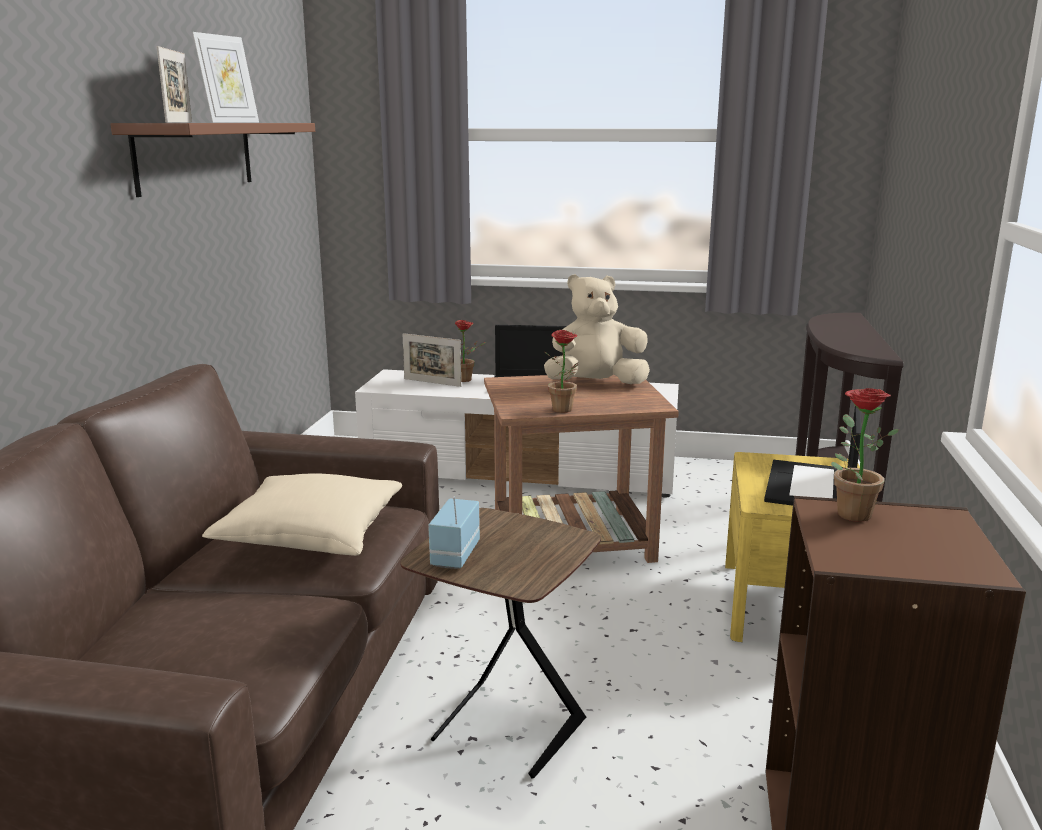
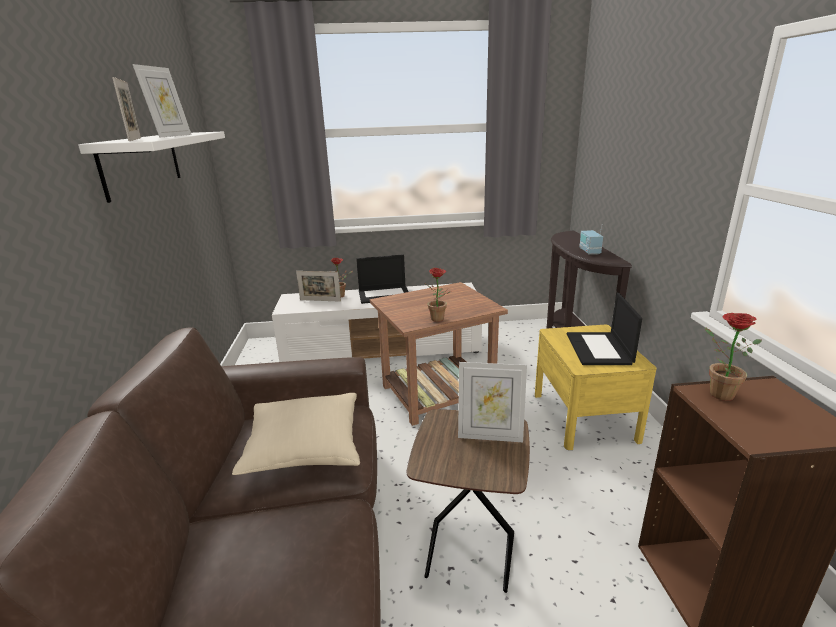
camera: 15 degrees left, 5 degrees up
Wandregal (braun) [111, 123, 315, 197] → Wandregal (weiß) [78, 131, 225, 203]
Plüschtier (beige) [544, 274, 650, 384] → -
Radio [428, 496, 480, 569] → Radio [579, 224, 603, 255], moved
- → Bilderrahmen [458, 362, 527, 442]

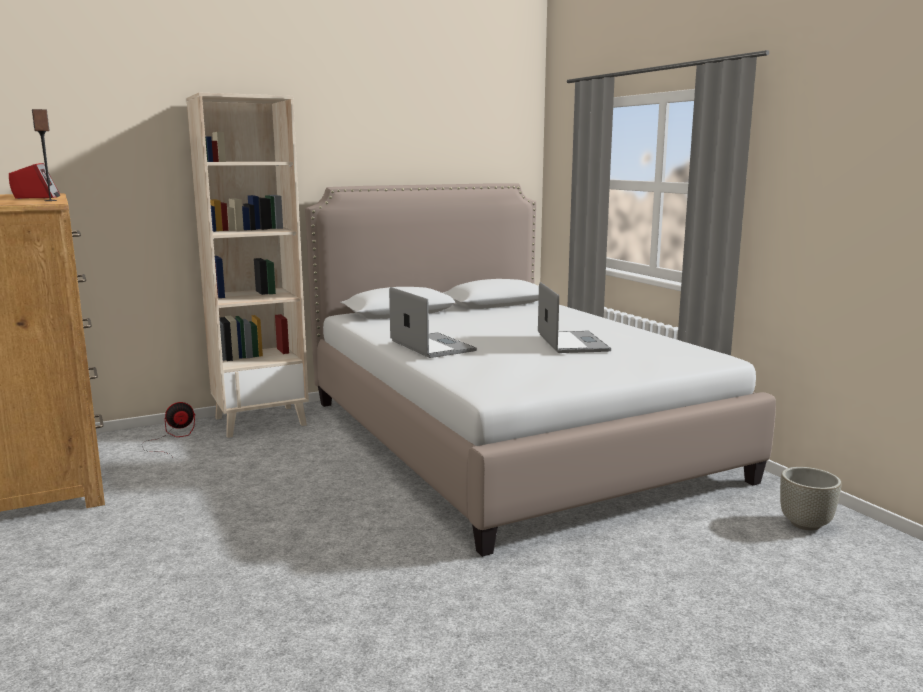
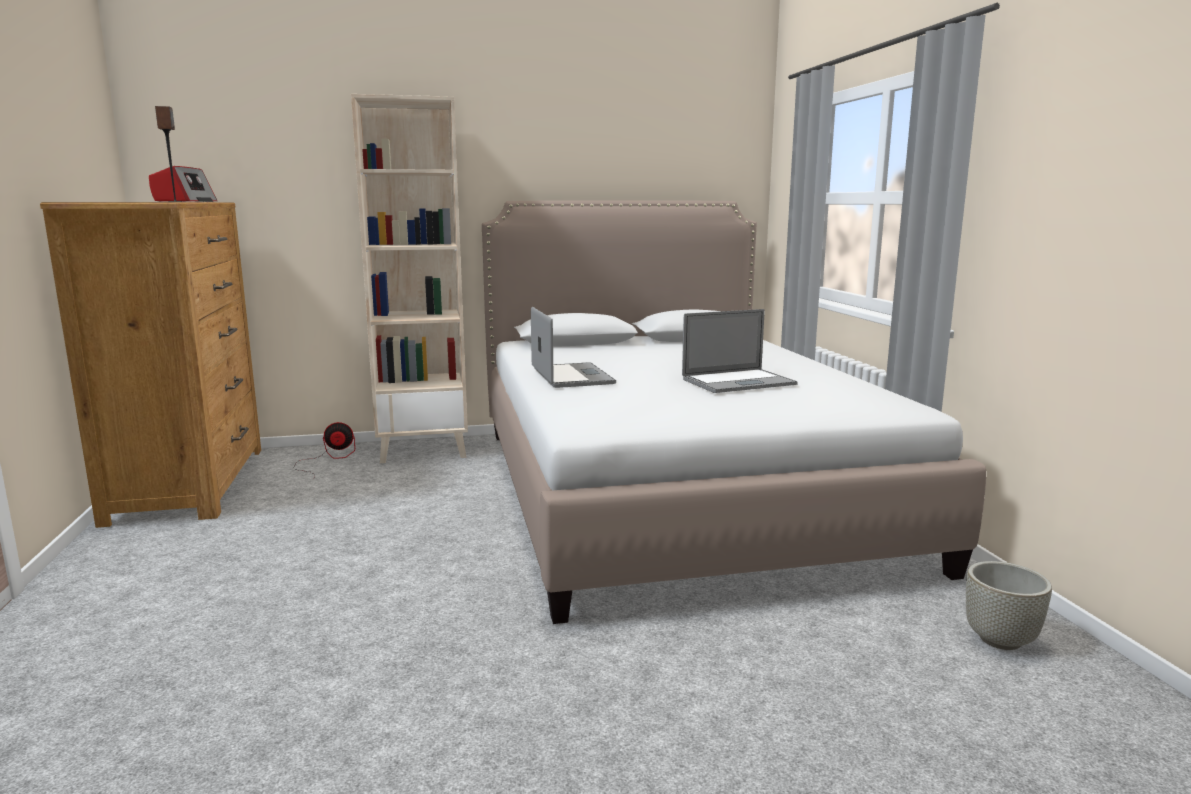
camera: 15 degrees right, 0 degrees up
Laptop [538, 282, 611, 353] → Laptop [682, 309, 798, 393], 60 degrees clockwise

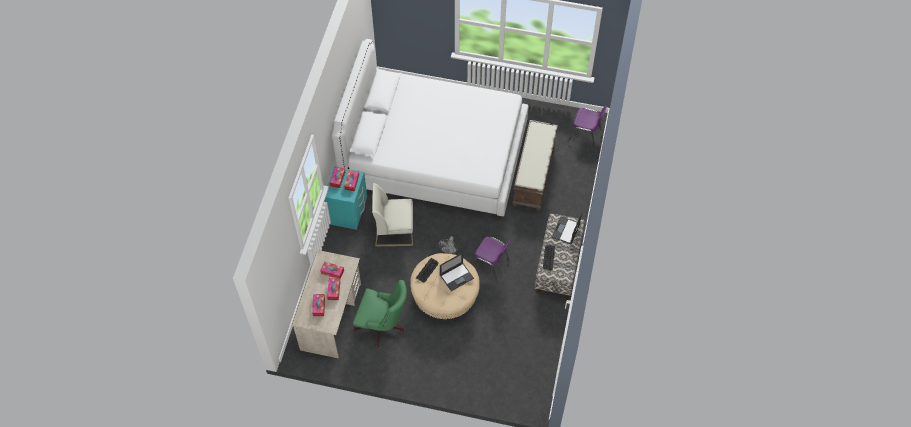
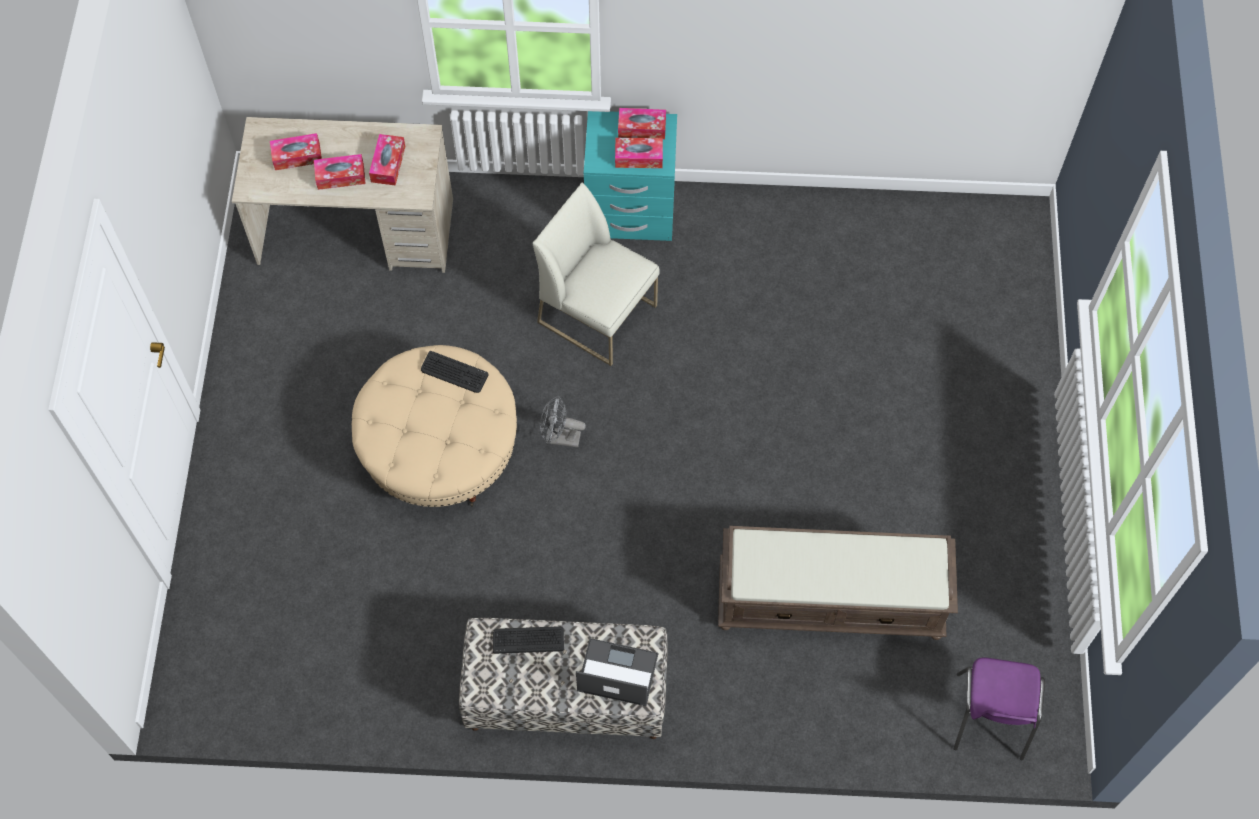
camera: 80 degrees right, 5 degrees up
Bett (weiß) [332, 39, 528, 219] → -
Stuhl (weiß) [372, 183, 413, 246] → Stuhl (weiß) [533, 183, 660, 366], 45 degrees counterclockwise
Stuhl (lila) [472, 237, 510, 282] → -
Laptop [440, 253, 474, 291] → -
Bürostuhl (grün) [353, 280, 407, 348] → -

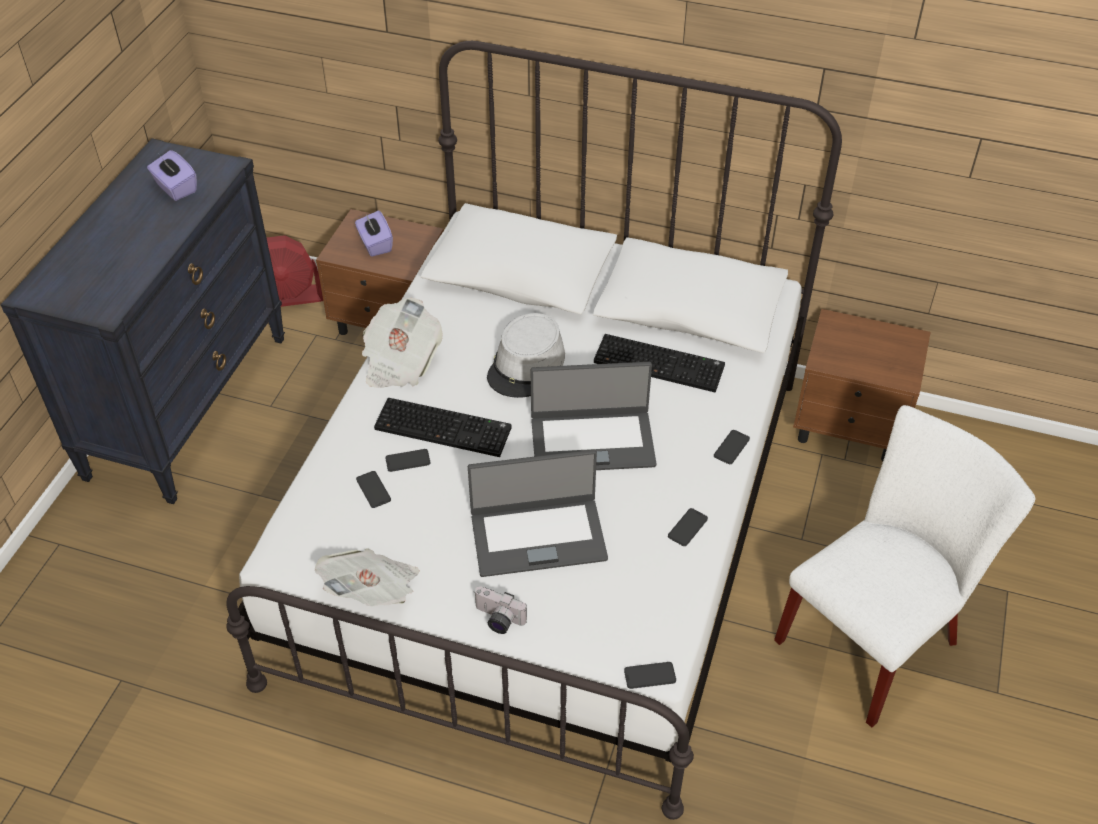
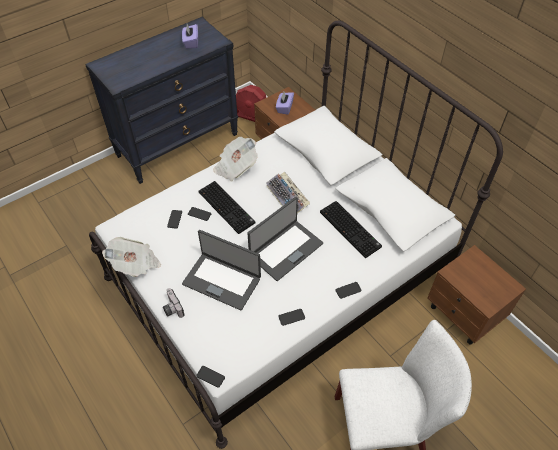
camera: 35 degrees right, 5 degrees up
Hut (grau) [487, 313, 565, 398] → Tastatur [266, 172, 310, 213]
Laptop [530, 362, 656, 470] → Laptop [247, 197, 323, 281], 75 degrees counterclockwise

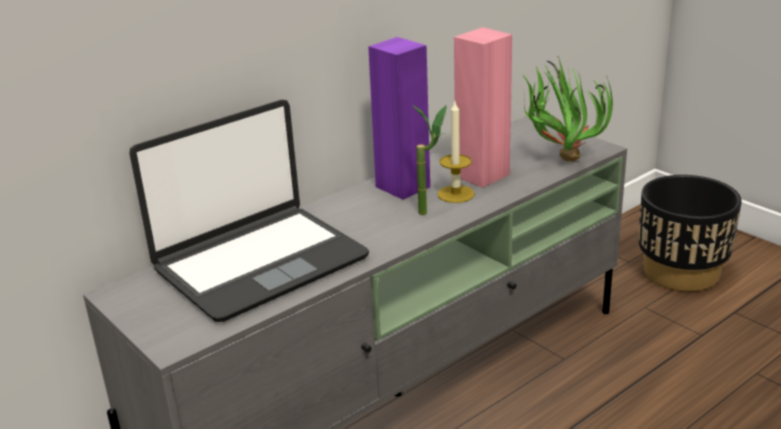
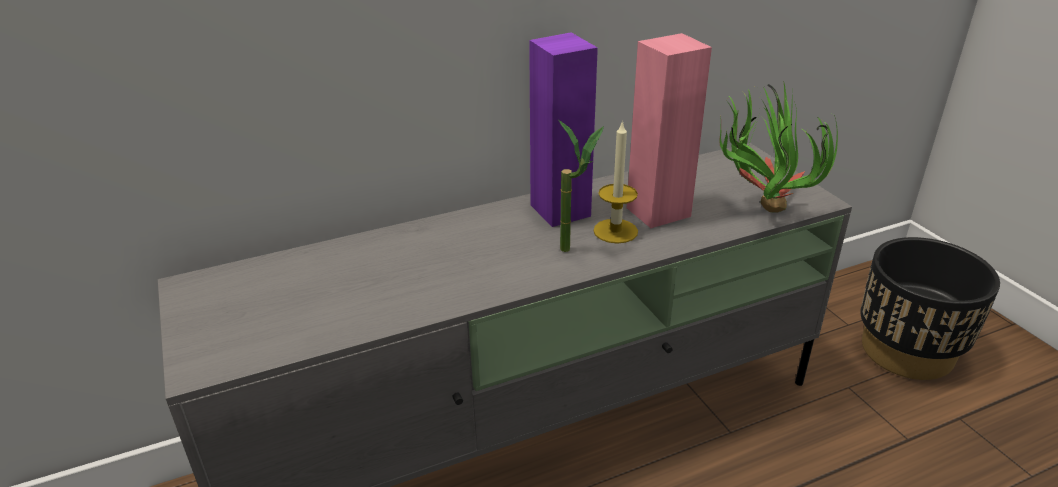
camera: 15 degrees right, 5 degrees up
Laptop [130, 100, 369, 322] → -

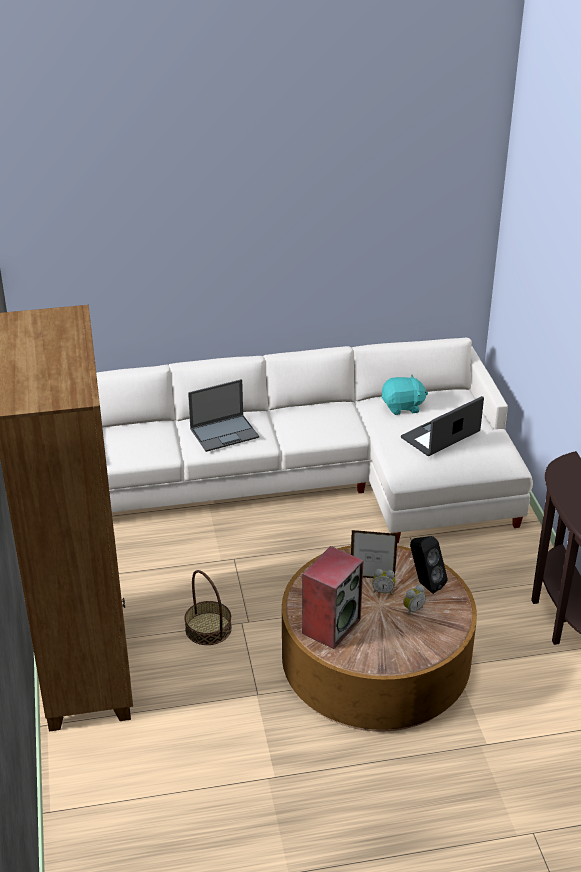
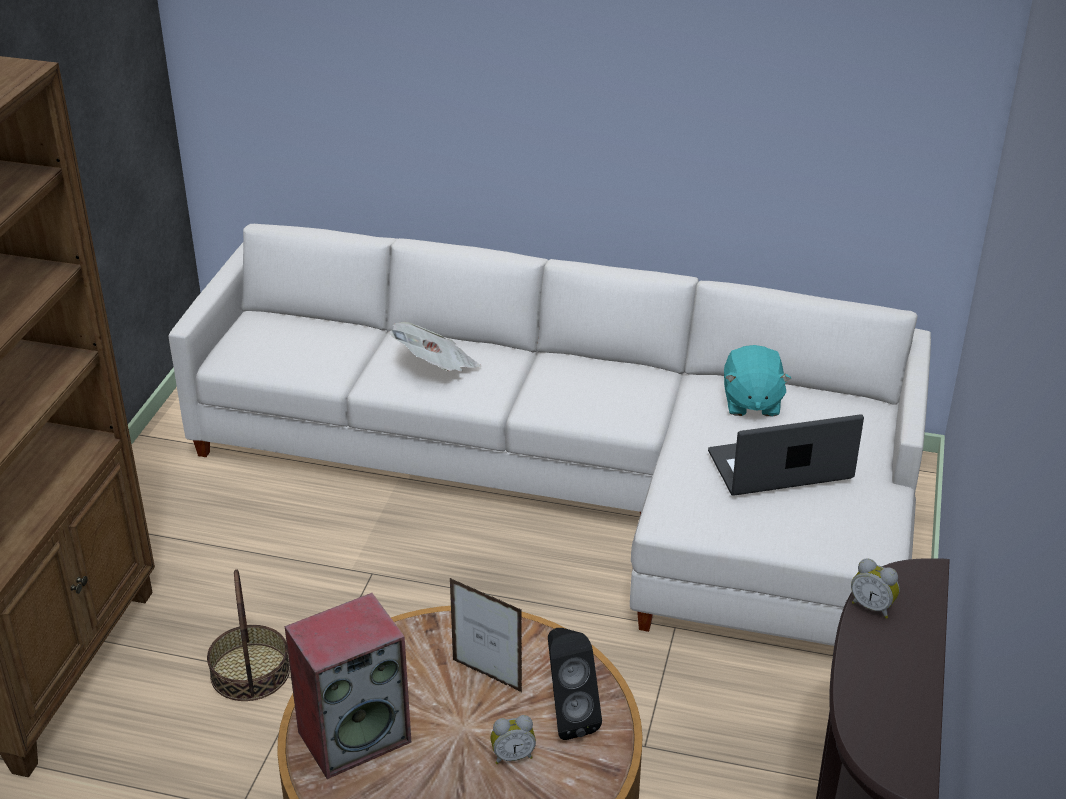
camera: 25 degrees right, 0 degrees up
Plüschtier (türkis) [381, 374, 428, 415] → Plüschtier (türkis) [724, 345, 792, 416], 75 degrees clockwise
Laptop [188, 379, 259, 452] → Zeitung [388, 322, 481, 372]
Wecker [372, 569, 395, 595] → Wecker [851, 559, 899, 619], moved

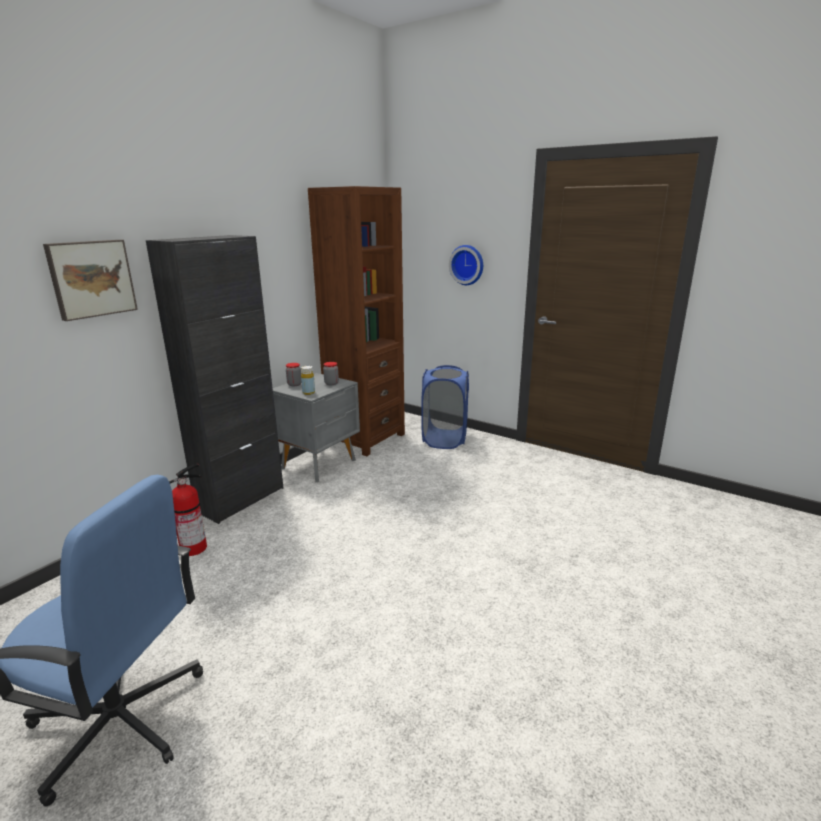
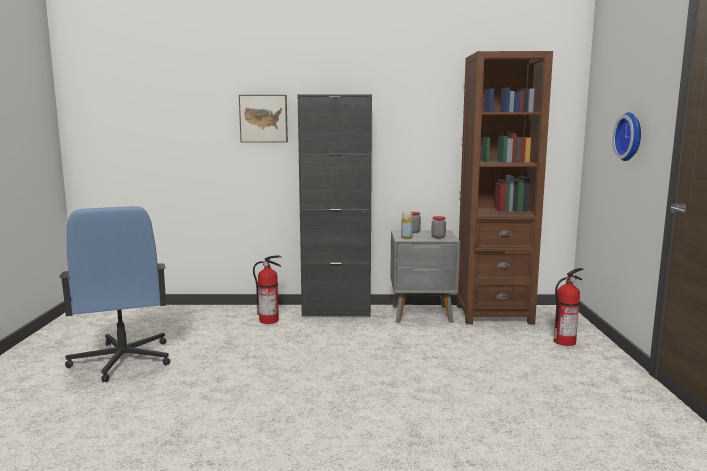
camera: 55 degrees right, 10 degrees down
Wäschekorb (blau) [421, 365, 469, 449] → Feuerlöscher [554, 268, 584, 346]

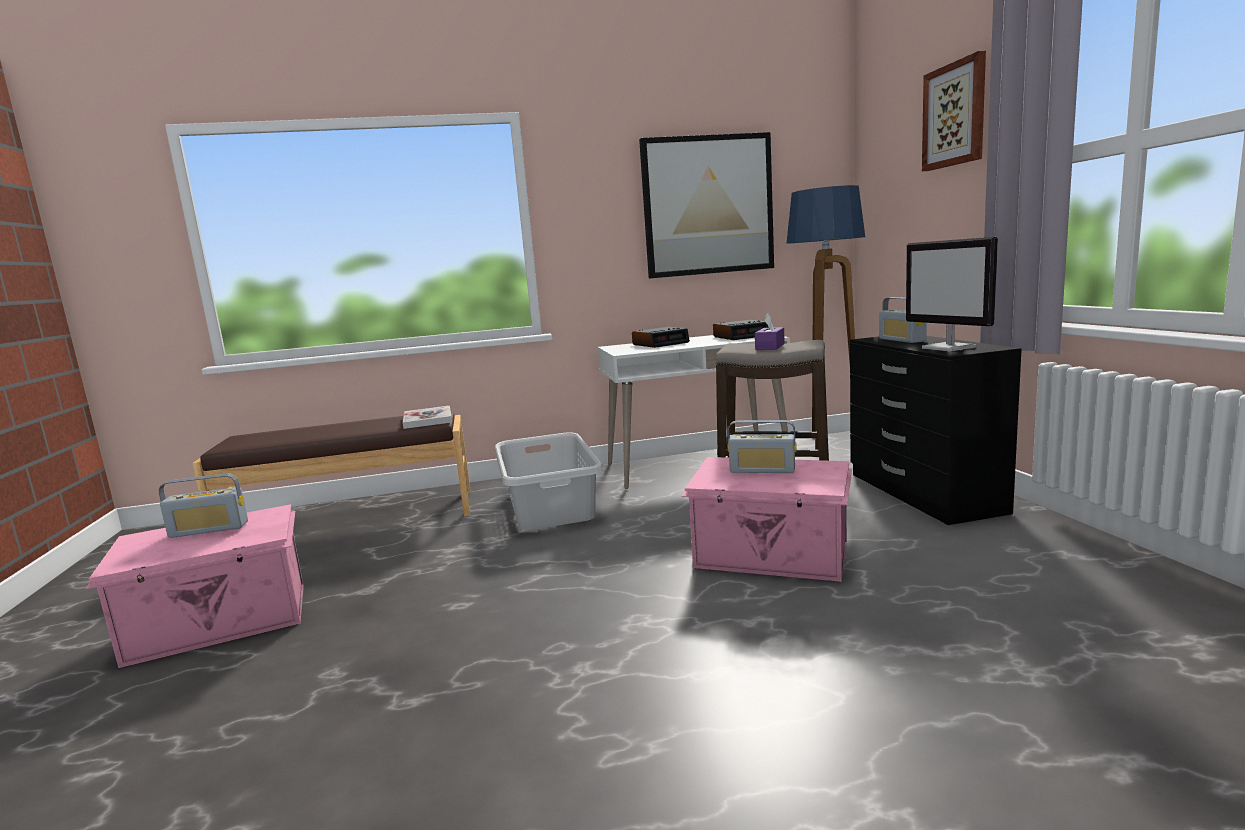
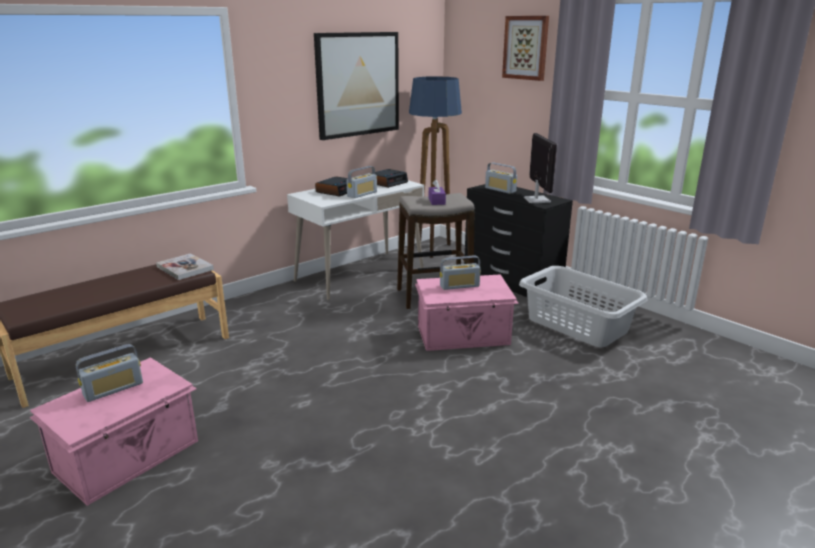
camera: 30 degrees left, 10 degrees up
Monitor [906, 237, 998, 352] → Monitor [524, 133, 557, 203], 135 degrees counterclockwise
Wäschekorb (grau) [495, 432, 604, 530] → Wäschekorb (grau) [519, 266, 647, 347], moved
- → Radio [346, 166, 377, 198]

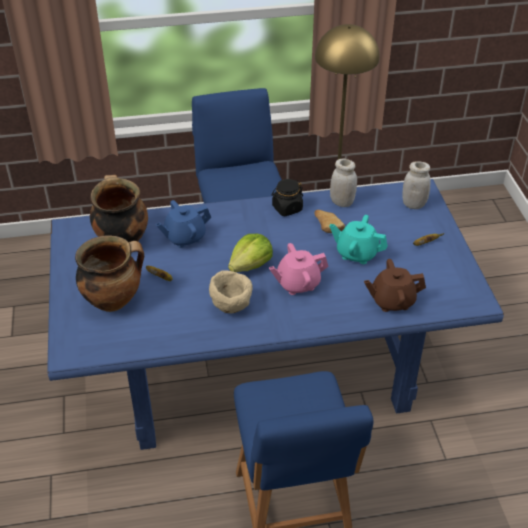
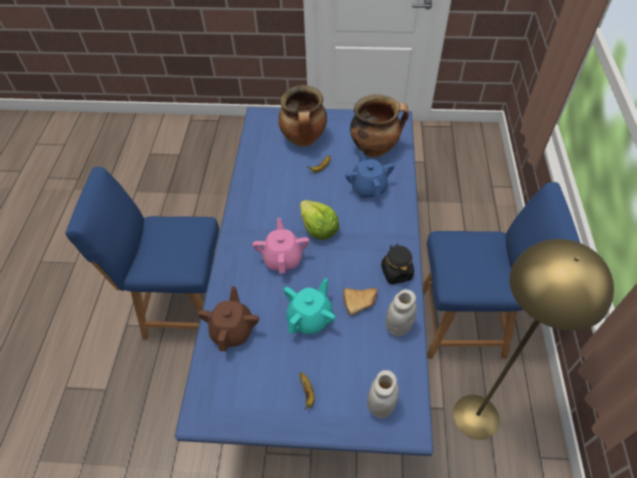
camera: 105 degrees right, 10 degrees up
Schüssel (beige) [209, 271, 252, 313] → -

